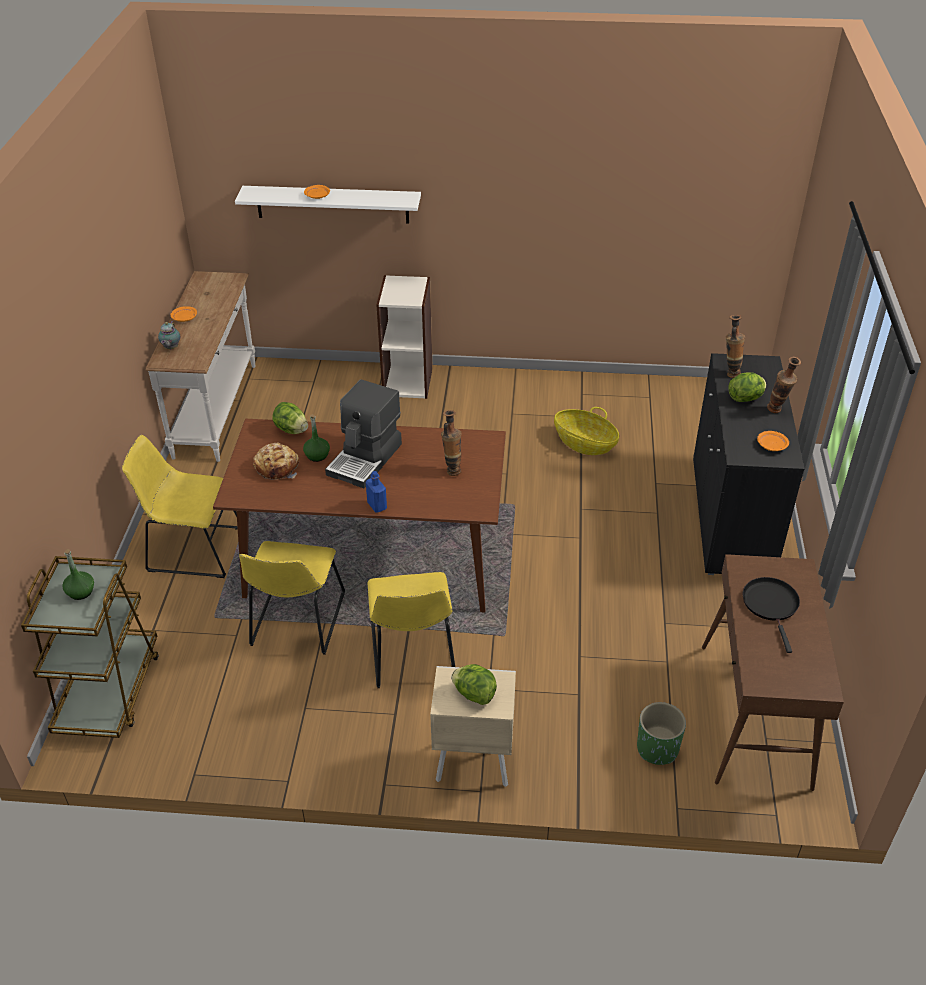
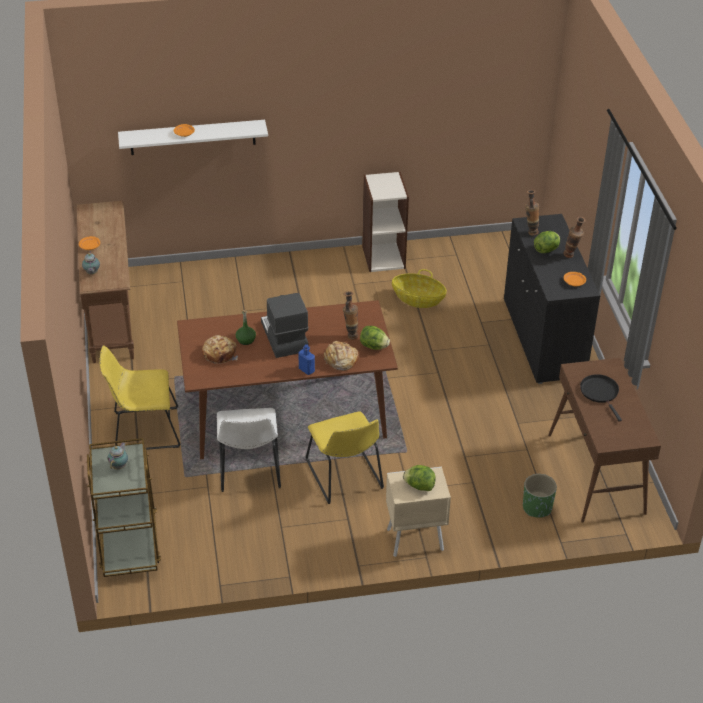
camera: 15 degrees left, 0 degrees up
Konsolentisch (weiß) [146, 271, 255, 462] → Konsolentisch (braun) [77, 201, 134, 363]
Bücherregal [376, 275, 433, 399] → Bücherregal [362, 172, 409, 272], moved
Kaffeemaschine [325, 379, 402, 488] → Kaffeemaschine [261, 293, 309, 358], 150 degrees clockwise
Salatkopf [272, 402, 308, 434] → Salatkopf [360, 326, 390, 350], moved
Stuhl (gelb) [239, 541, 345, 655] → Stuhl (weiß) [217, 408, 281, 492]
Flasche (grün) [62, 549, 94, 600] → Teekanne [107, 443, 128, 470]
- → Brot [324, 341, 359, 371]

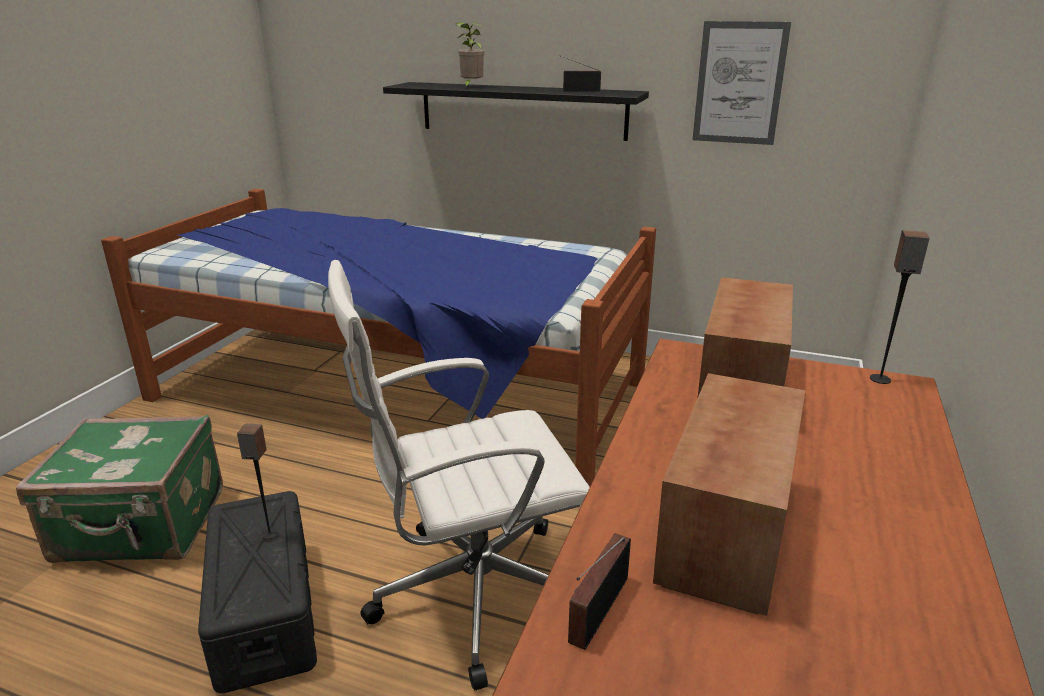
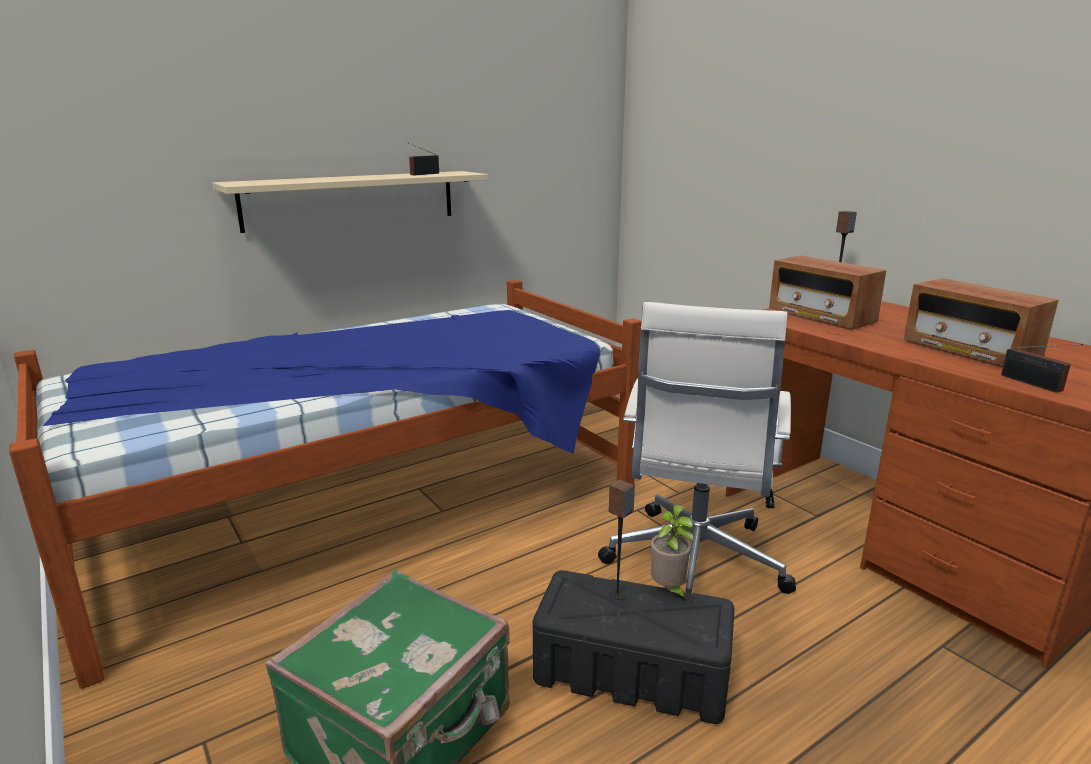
camera: 55 degrees left, 5 degrees down
Bild [692, 21, 791, 145] → -
Topfpflanze [456, 22, 485, 89] → Topfpflanze [650, 505, 694, 602], moved
Wandregal (schwarz) [383, 82, 649, 141] → Wandregal (beige) [212, 171, 488, 233]

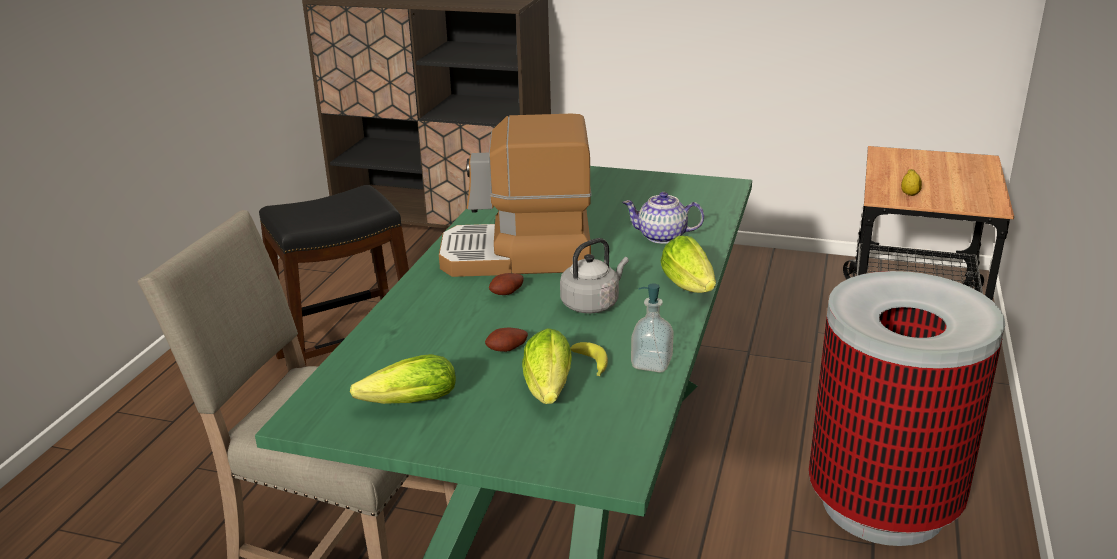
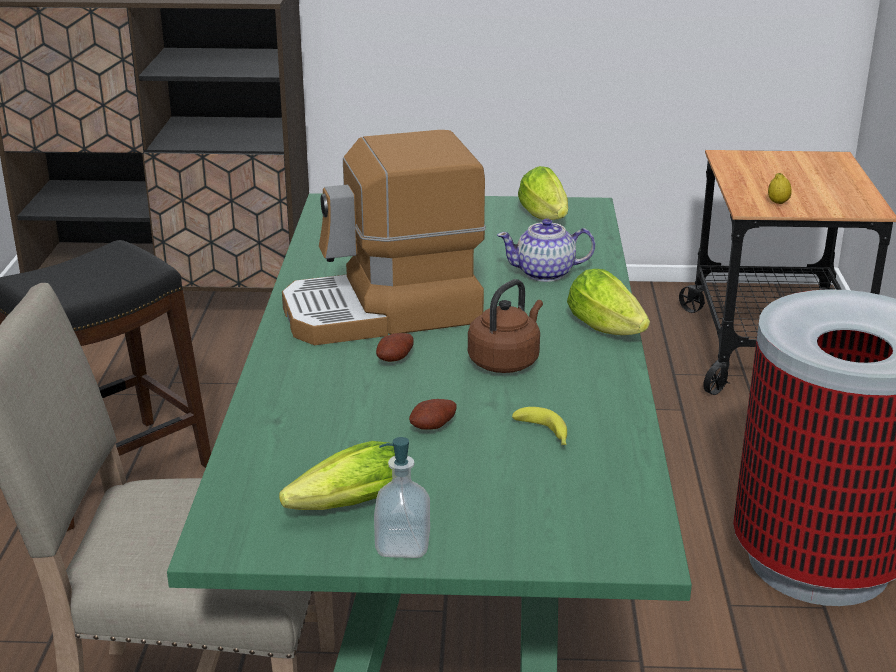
camera: 15 degrees left, 0 degrees up
Wasserkessel (grau) [560, 238, 629, 313] → Wasserkessel (braun) [468, 279, 543, 373]
Seifenspender [631, 284, 674, 372] → Seifenspender [374, 437, 430, 558], moved
Salatkopf [522, 328, 572, 404] → Salatkopf [518, 166, 568, 220], moved

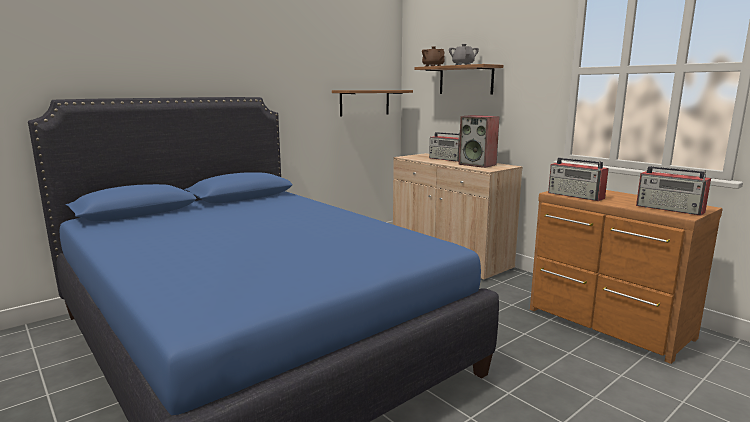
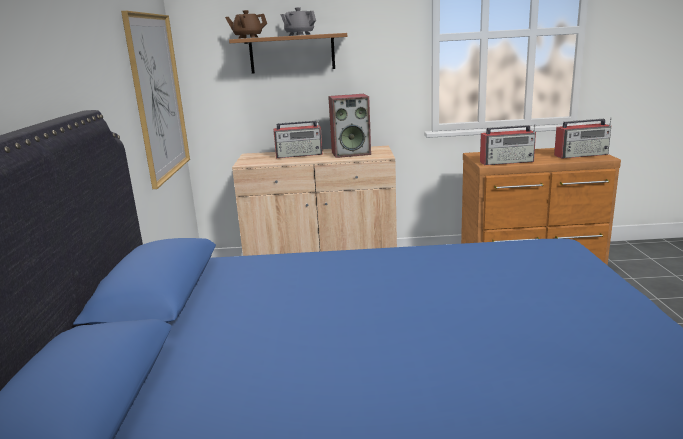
camera: 50 degrees left, 5 degrees up
Wandregal [332, 90, 413, 117] → Bild [121, 11, 190, 189]

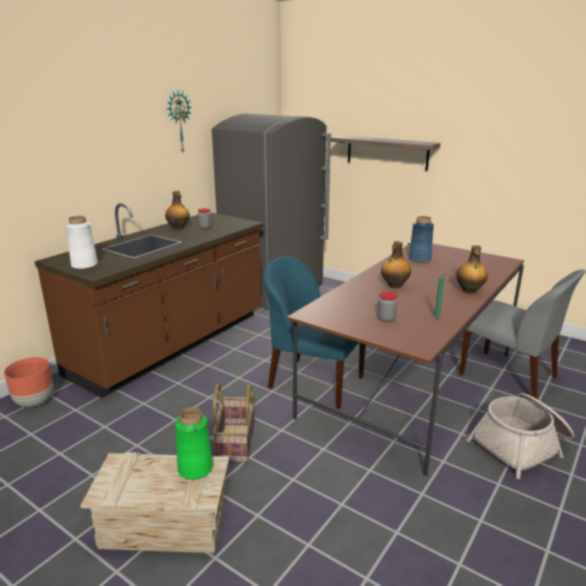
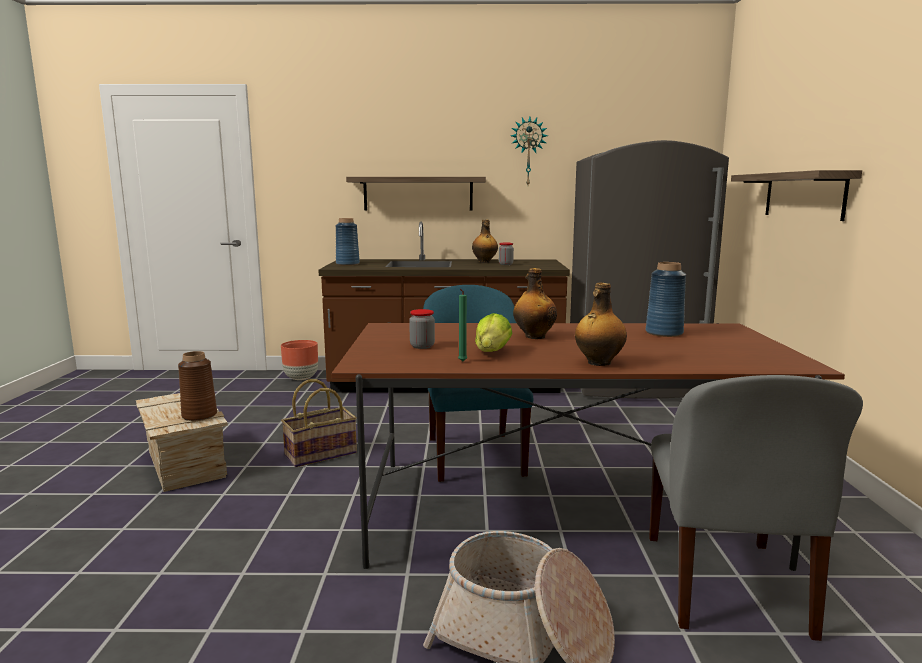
camera: 55 degrees right, 10 degrees down
Vase (weiß) [66, 216, 98, 269] → Vase (blau) [336, 218, 360, 266]
Vase (grün) [175, 407, 213, 480] → Vase (braun) [178, 351, 217, 421]
- → Wandregal [346, 177, 486, 210]
- → Salatkopf [475, 313, 513, 352]

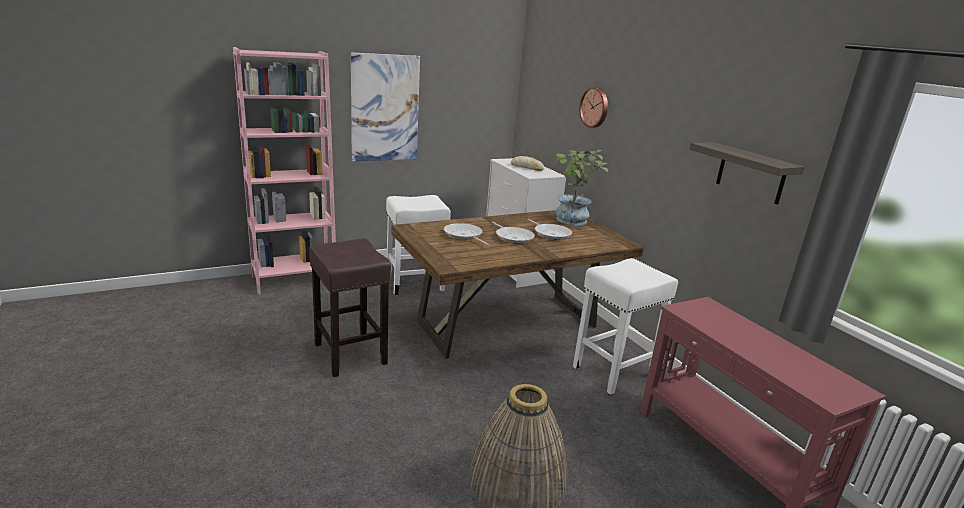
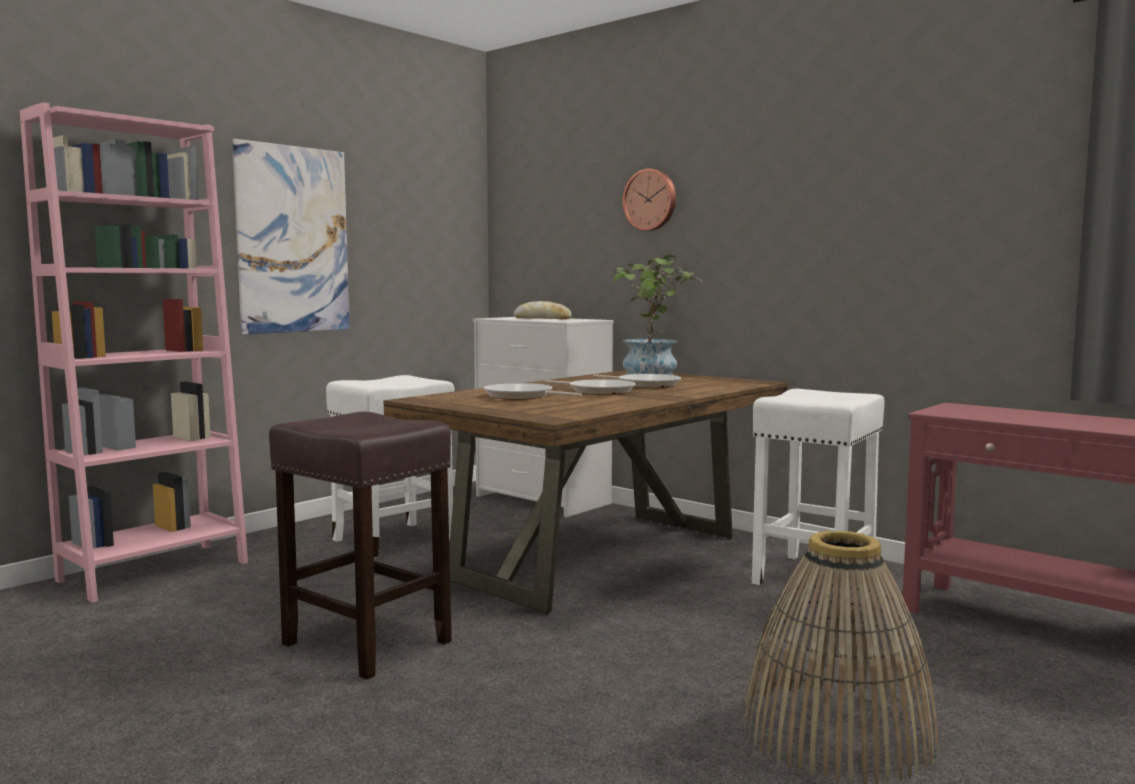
camera: 20 degrees left, 15 degrees down
Wandregal [690, 142, 805, 204] → -

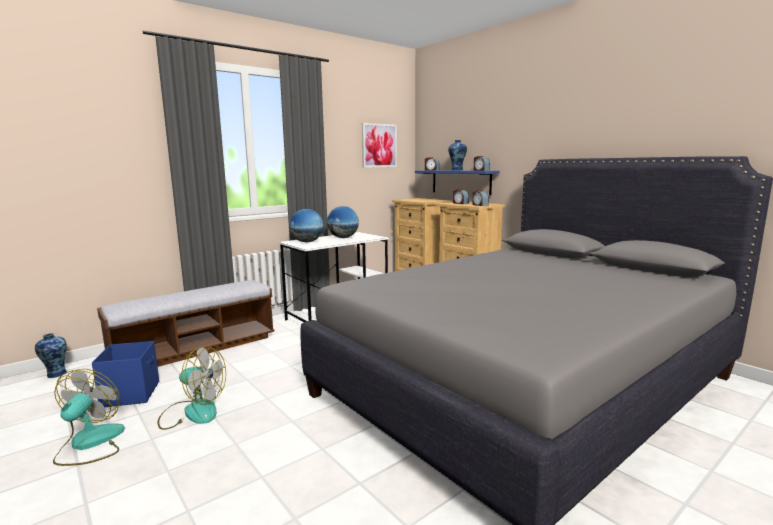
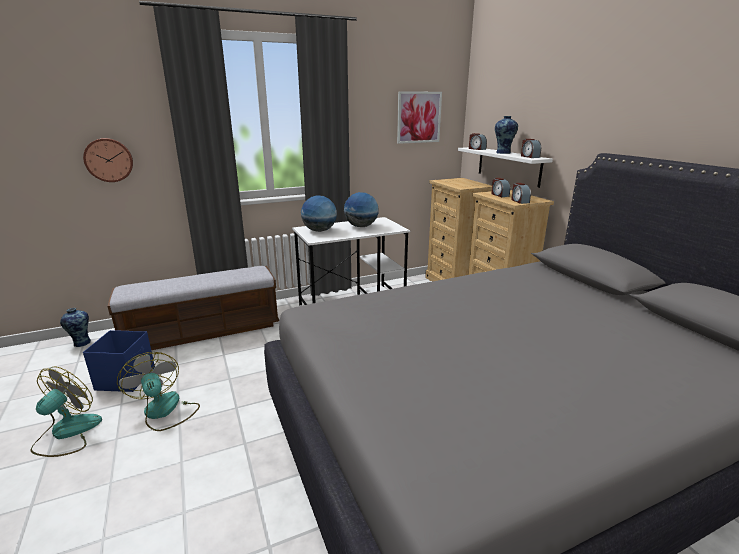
camera: 15 degrees right, 10 degrees up
Wandregal (blau) [415, 170, 500, 195] → Wandregal (weiß) [458, 147, 553, 188]
Ventilator [158, 345, 226, 430] → Ventilator [117, 352, 200, 431], 150 degrees counterclockwise
- → Wanduhr [83, 138, 133, 182]

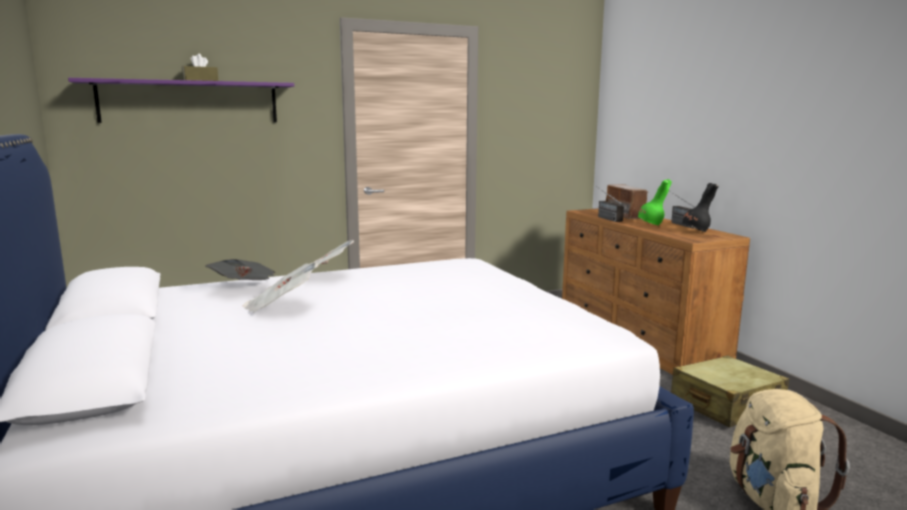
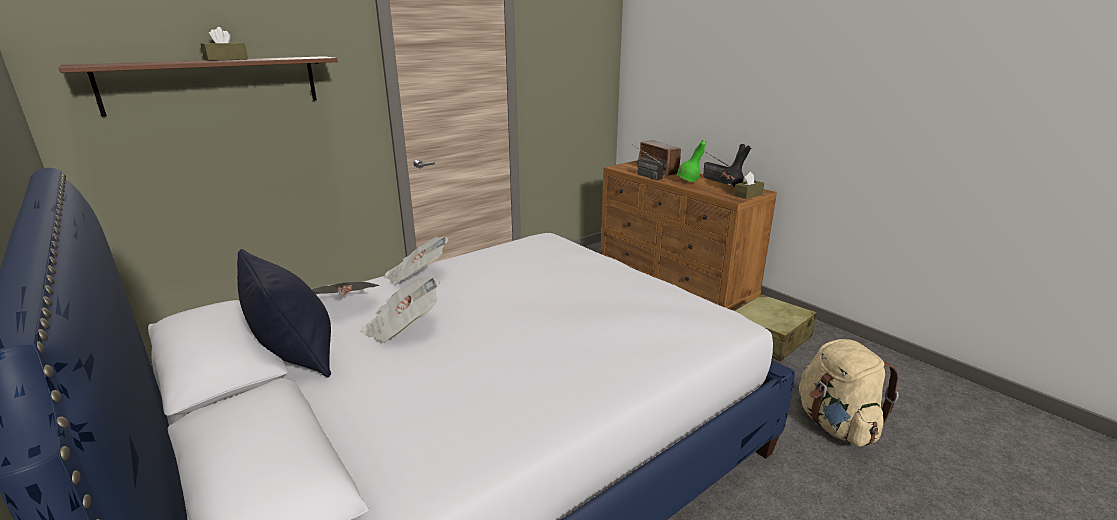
camera: 15 degrees left, 10 degrees up
Wandregal (lila) [68, 78, 294, 123] → Wandregal (braun) [59, 56, 338, 117]
- → Taschentuchbox (braun) [734, 172, 764, 199]
- → Kissen (schwarz) [237, 249, 331, 378]

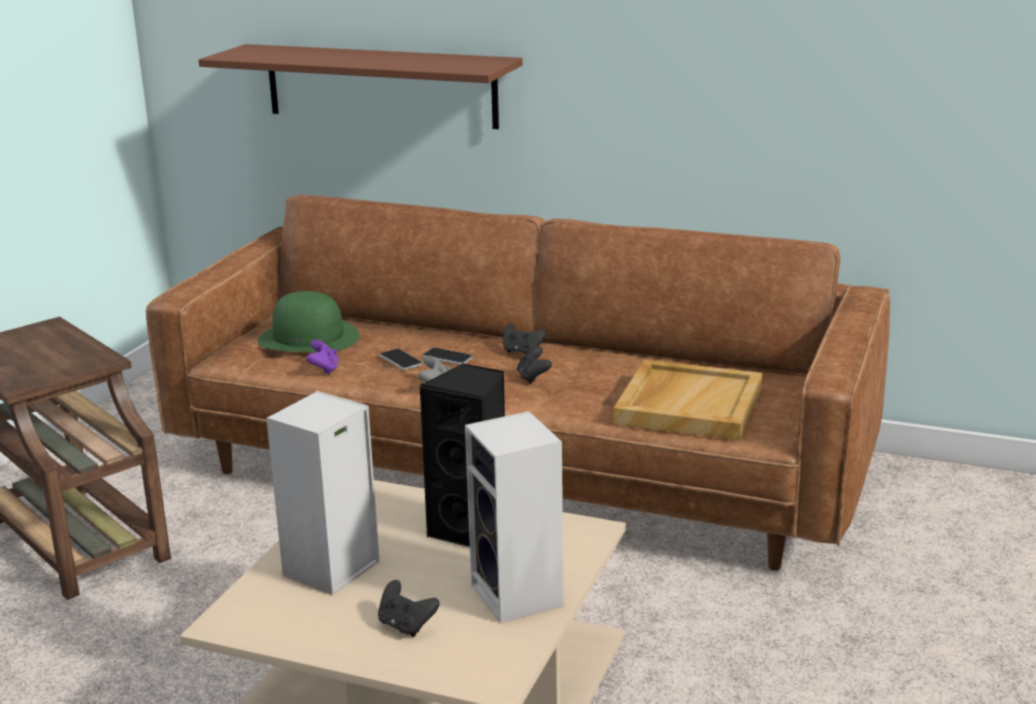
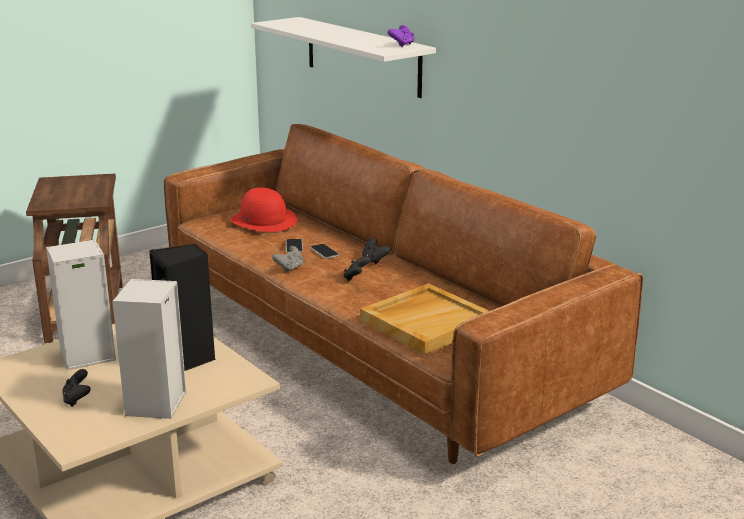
camera: 30 degrees right, 0 degrees up
Wandregal (braun) [199, 44, 523, 129] → Wandregal (weiß) [251, 17, 436, 98]
Hut (grün) [258, 291, 360, 353] → Hut (rot) [230, 188, 298, 232]
Gamepad (lila) [306, 340, 339, 375] → Gamepad (lila) [387, 25, 414, 47], moved

